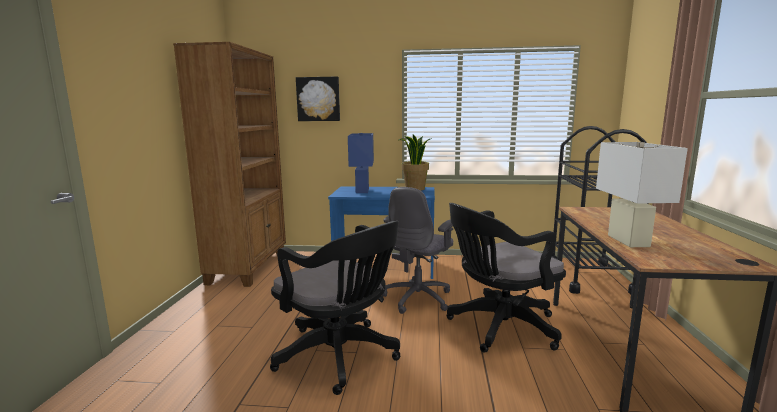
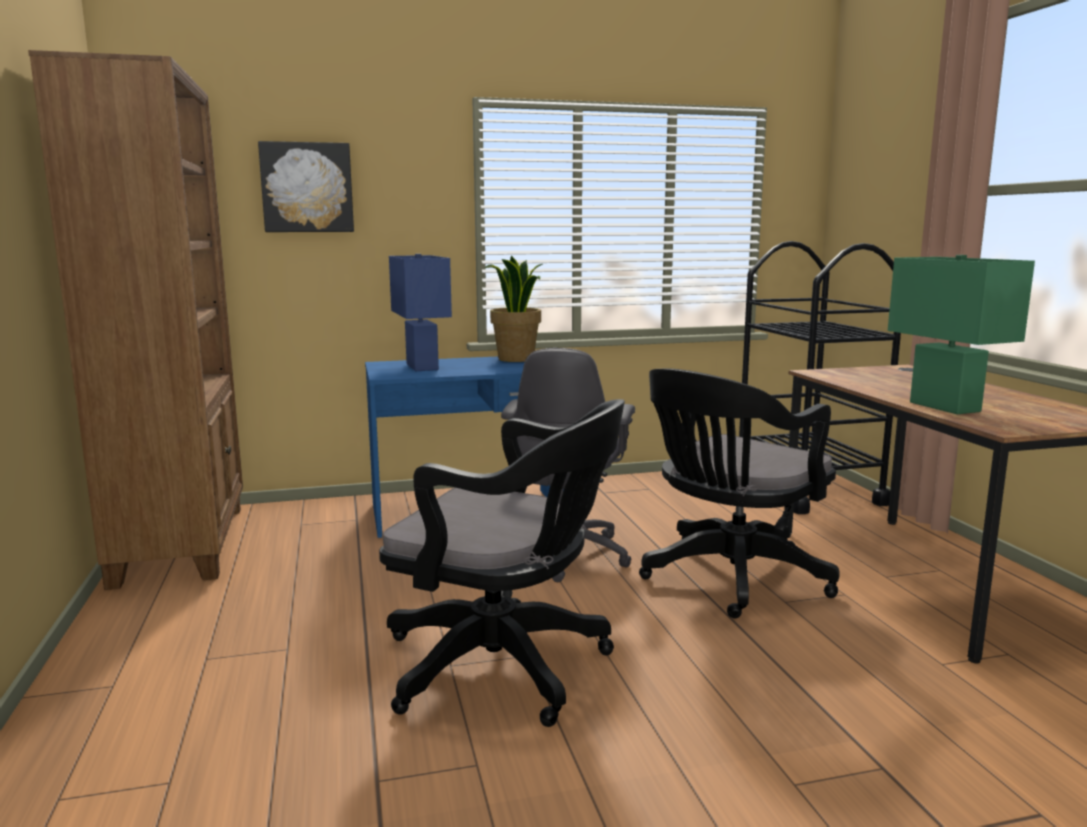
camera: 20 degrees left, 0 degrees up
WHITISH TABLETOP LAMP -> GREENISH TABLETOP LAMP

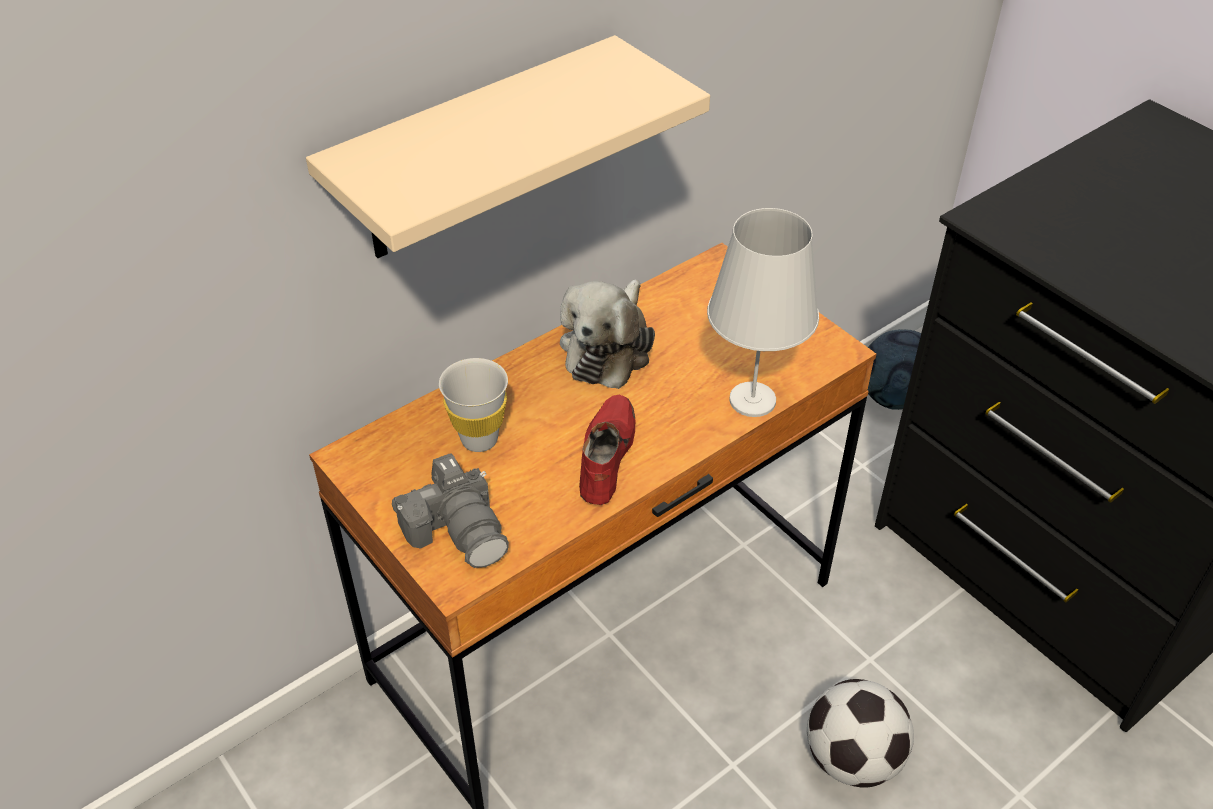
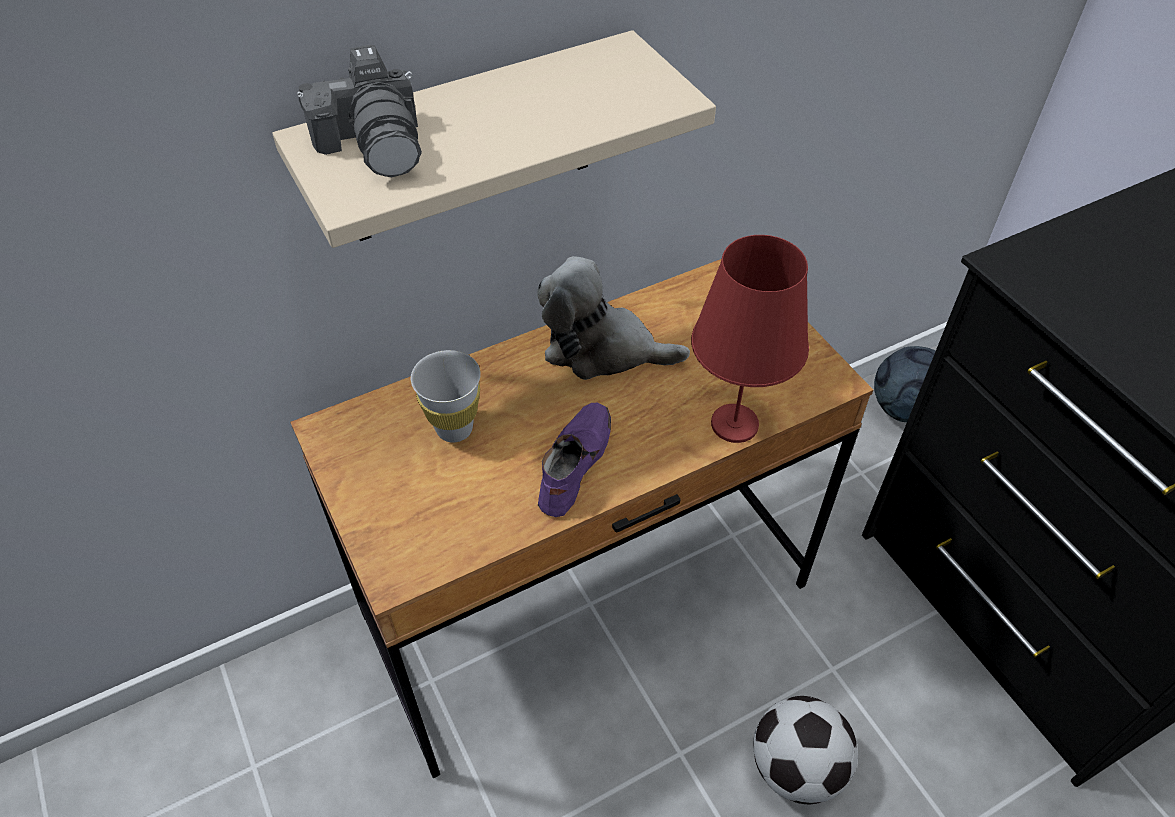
camera: 10 degrees right, 5 degrees up
PHOTO CAMERA, move
SOFT TOY, 75 degrees clockwise
RED-COLOURED LOW SHOE -> PURPLE LOW SHOE
WHITISH TABLETOP LAMP -> RED-COLOURED TABLETOP LAMP

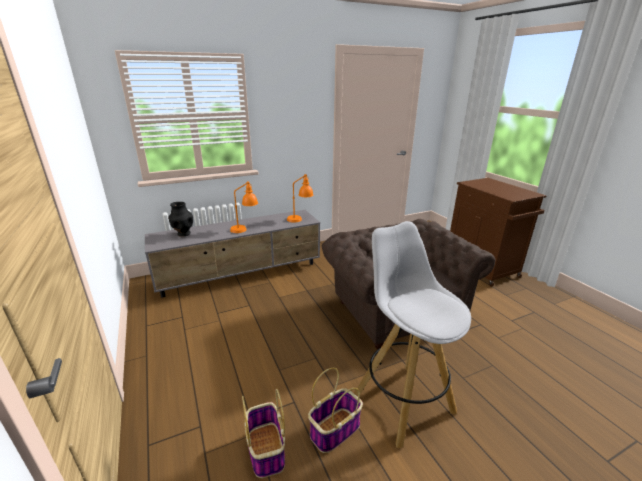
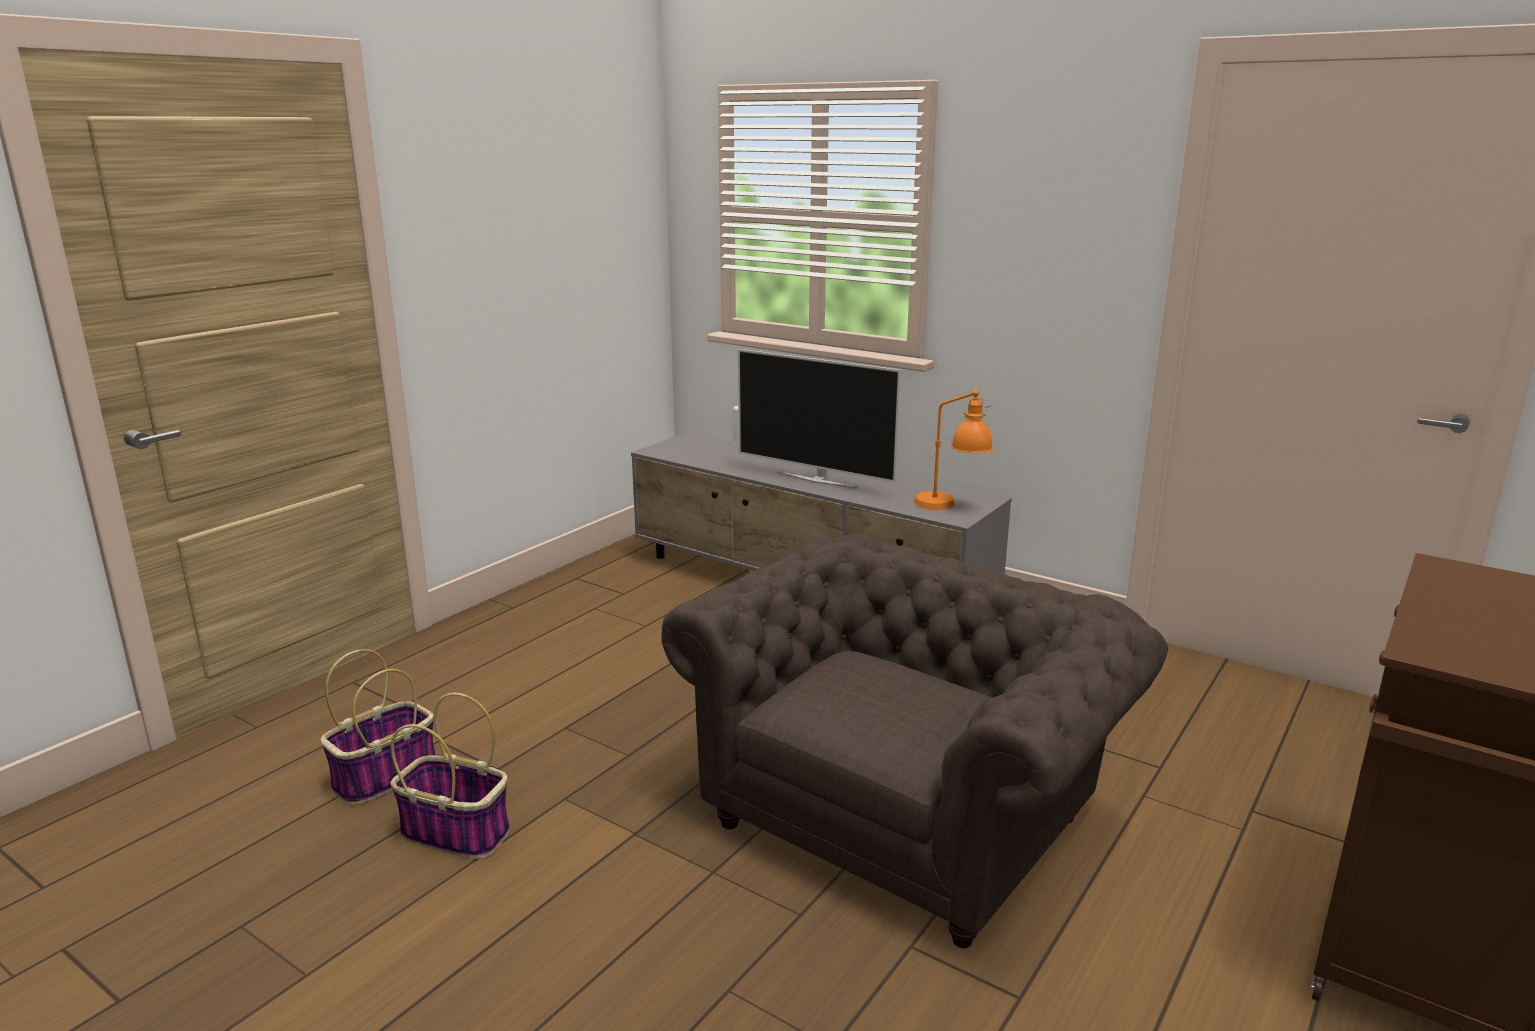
camera: 60 degrees right, 5 degrees down
ORANGE TABLETOP LAMP (1st from left) -> TV SET
BLACK-COLOURED DECORATIVE VASE -> none
WHITISH STOOL SEAT -> none

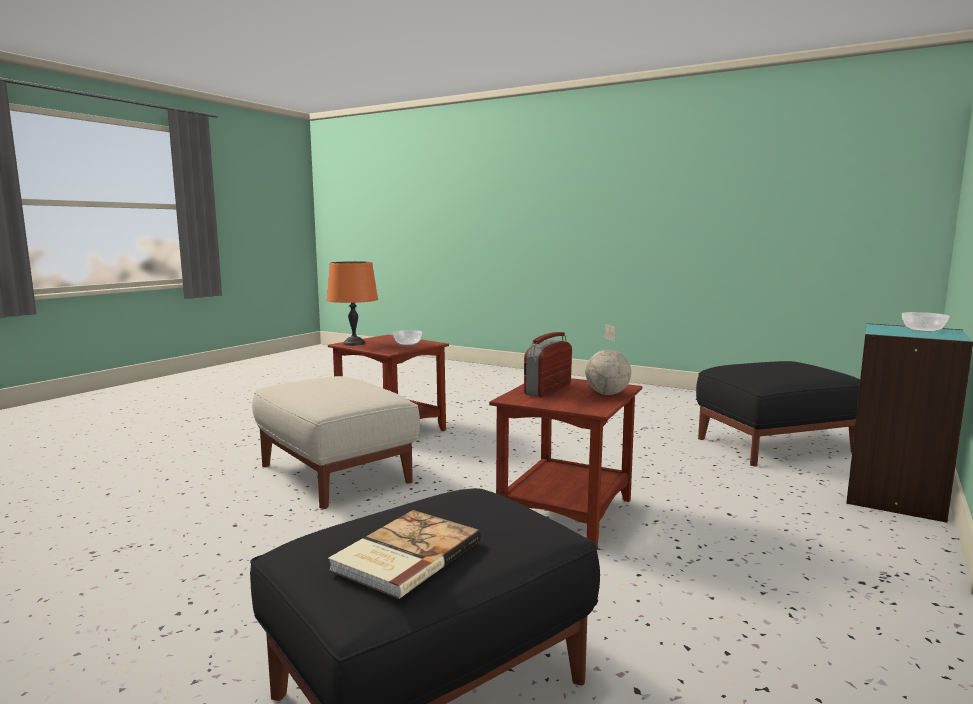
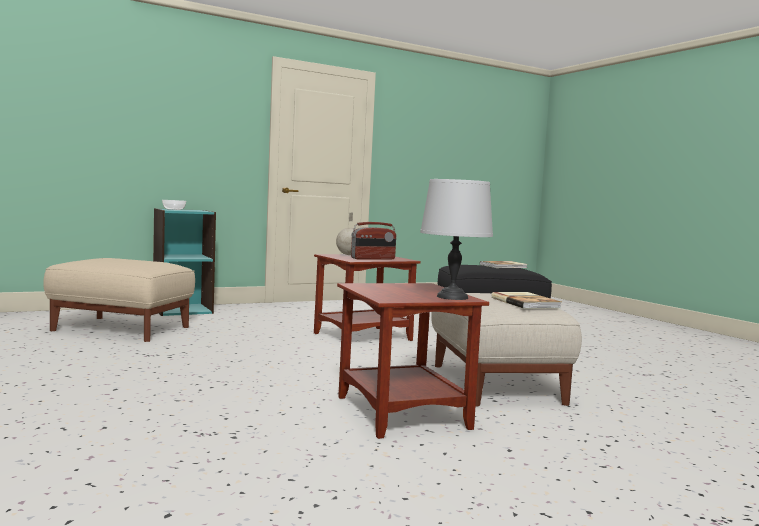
camera: 150 degrees left, 5 degrees down
BLACK-COLOURED POUFFE (2nd from left) -> BEIGE-COLOURED POUFFE (1st from left)
ORANGE TABLETOP LAMP -> GRAY TABLETOP LAMP
none -> BOUND BOOK (2nd from left)
SERVING BOWL (1st from left) -> none

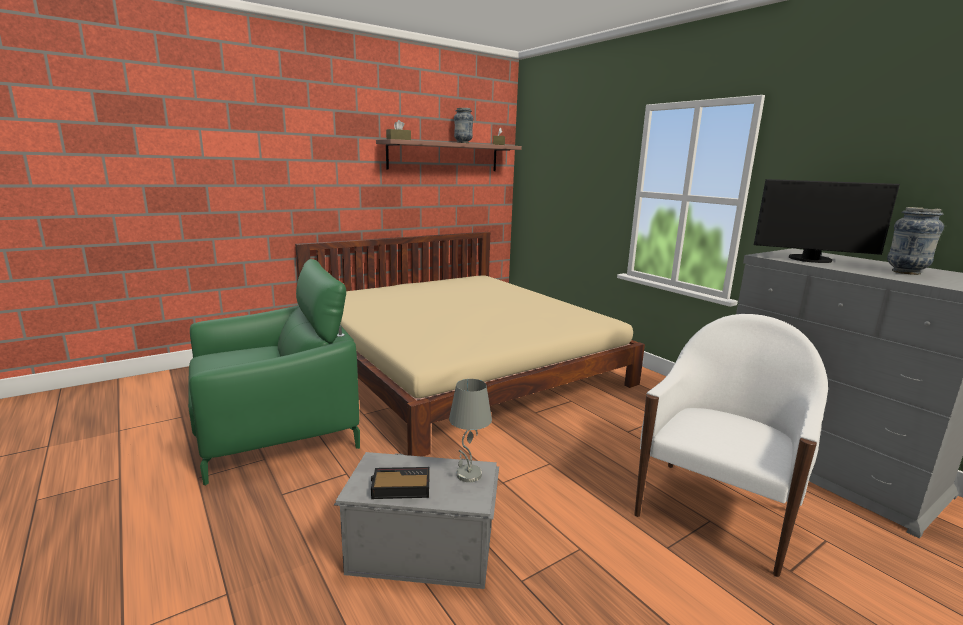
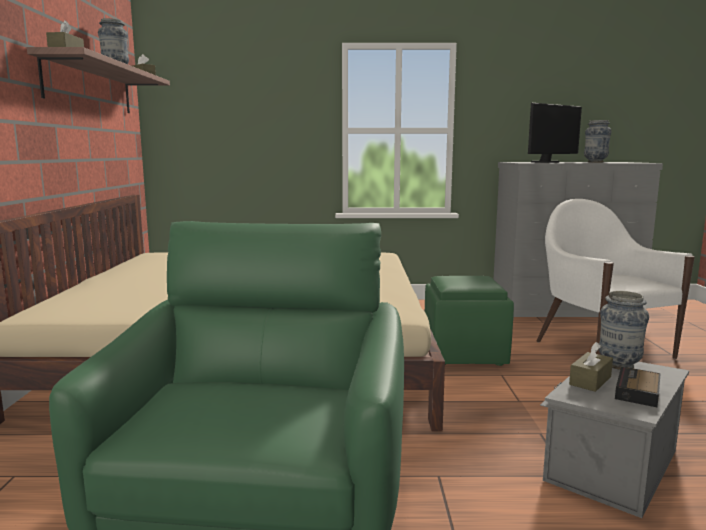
camera: 55 degrees left, 5 degrees down
none -> GREENISH POUFFE
none -> BROWN TISSUE BOX (3rd from left)
GRAY TABLETOP LAMP -> DECORATIVE VASE (3rd from left)

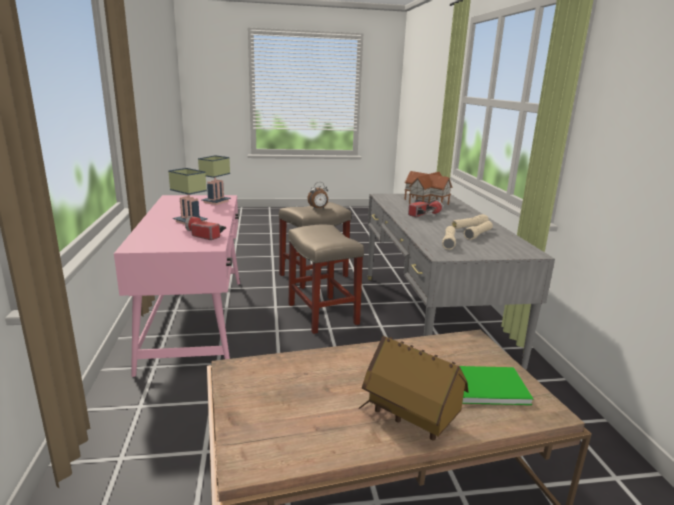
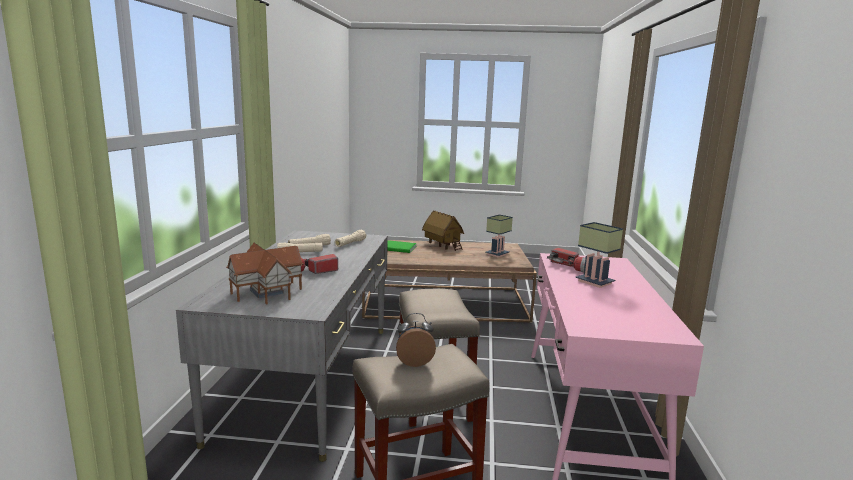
camera: 165 degrees left, 5 degrees down
TABLETOP LAMP (2nd from left in the first image) -> TABLETOP LAMP (1st from left), move

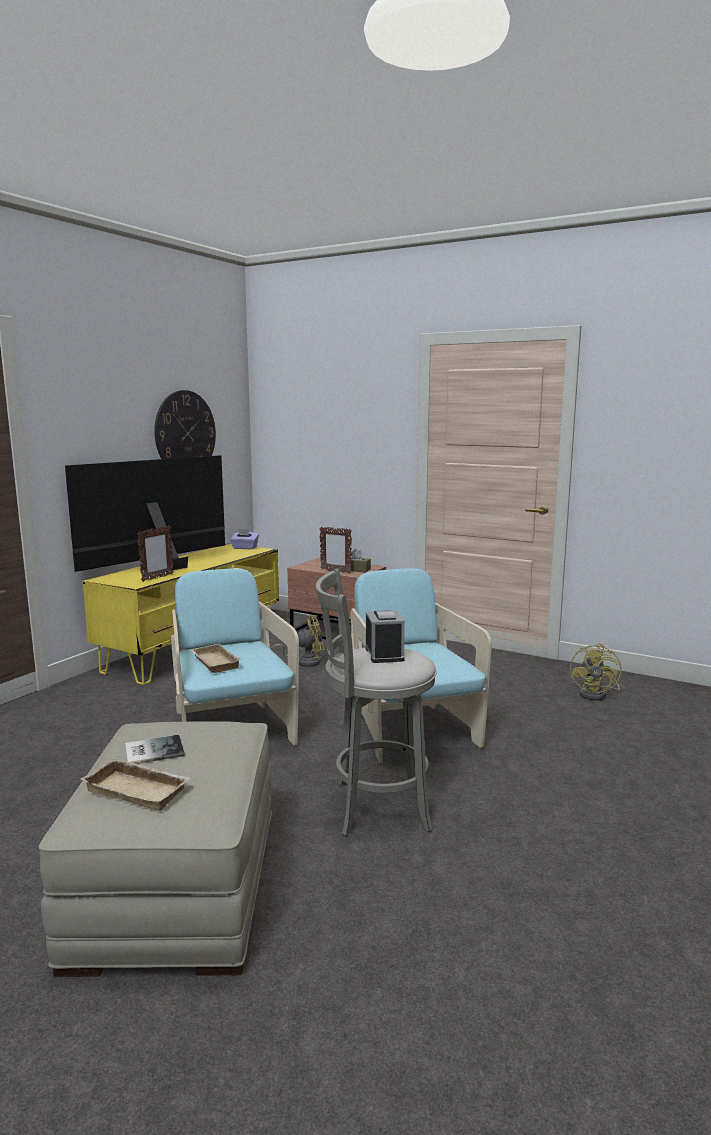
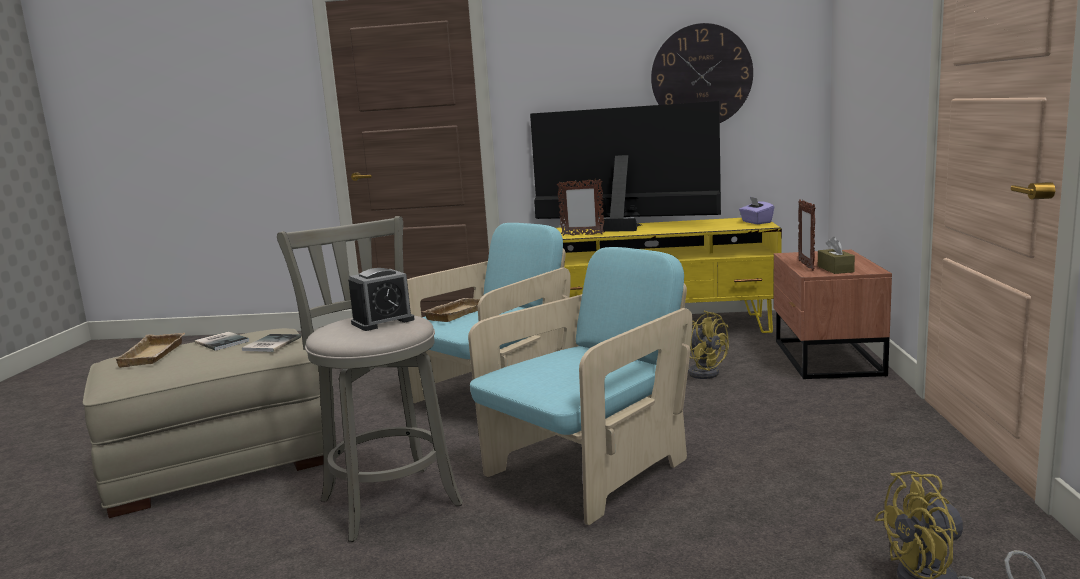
camera: 65 degrees right, 0 degrees up
none -> BOUND BOOK (2nd from left)

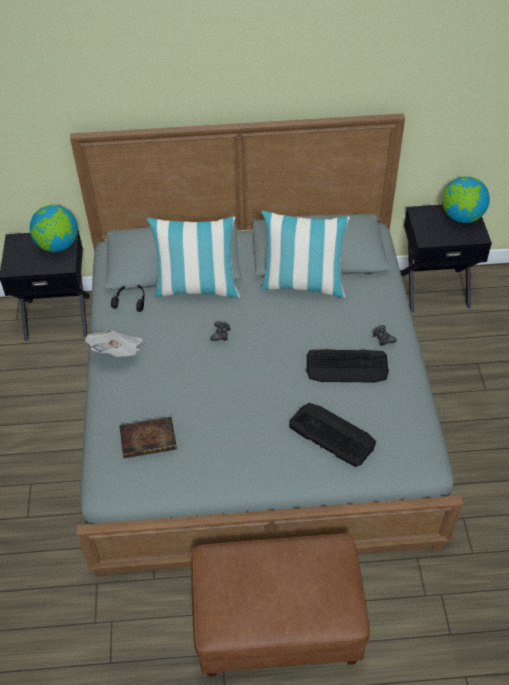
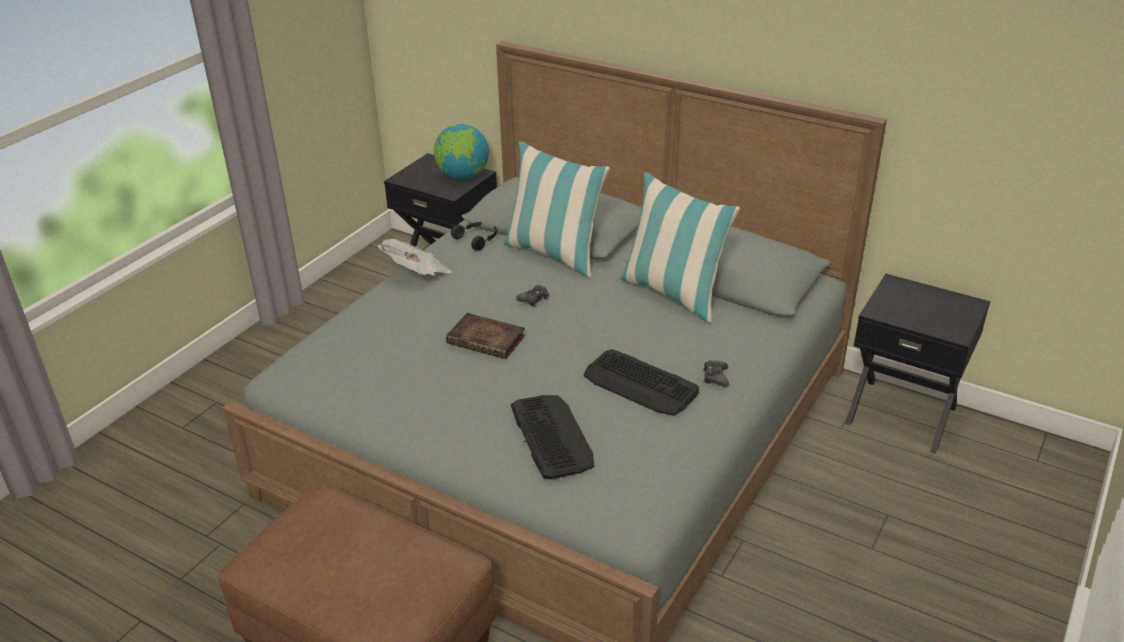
camera: 35 degrees right, 15 degrees down
BOUND BOOK, move
DESK GLOBE (2nd from left) -> none

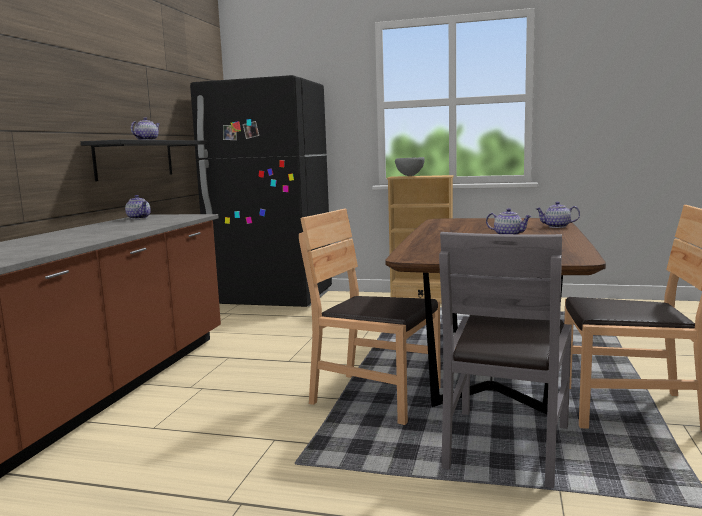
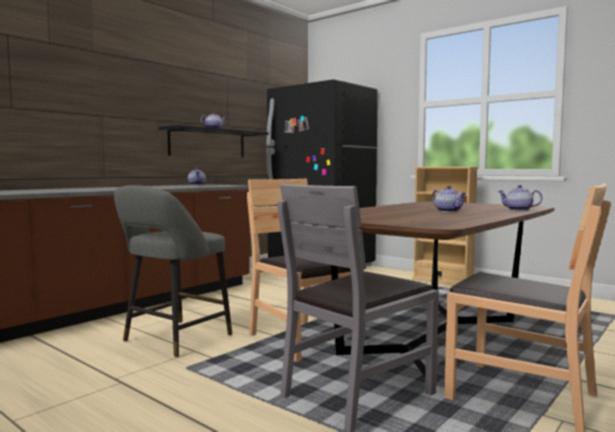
camera: 25 degrees right, 5 degrees down
none -> GRAY STOOL SEAT
GRAY SERVING BOWL -> none

